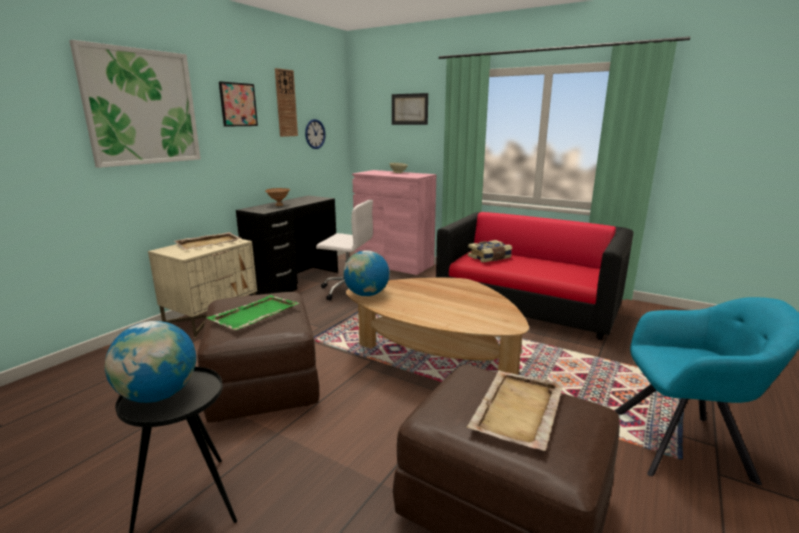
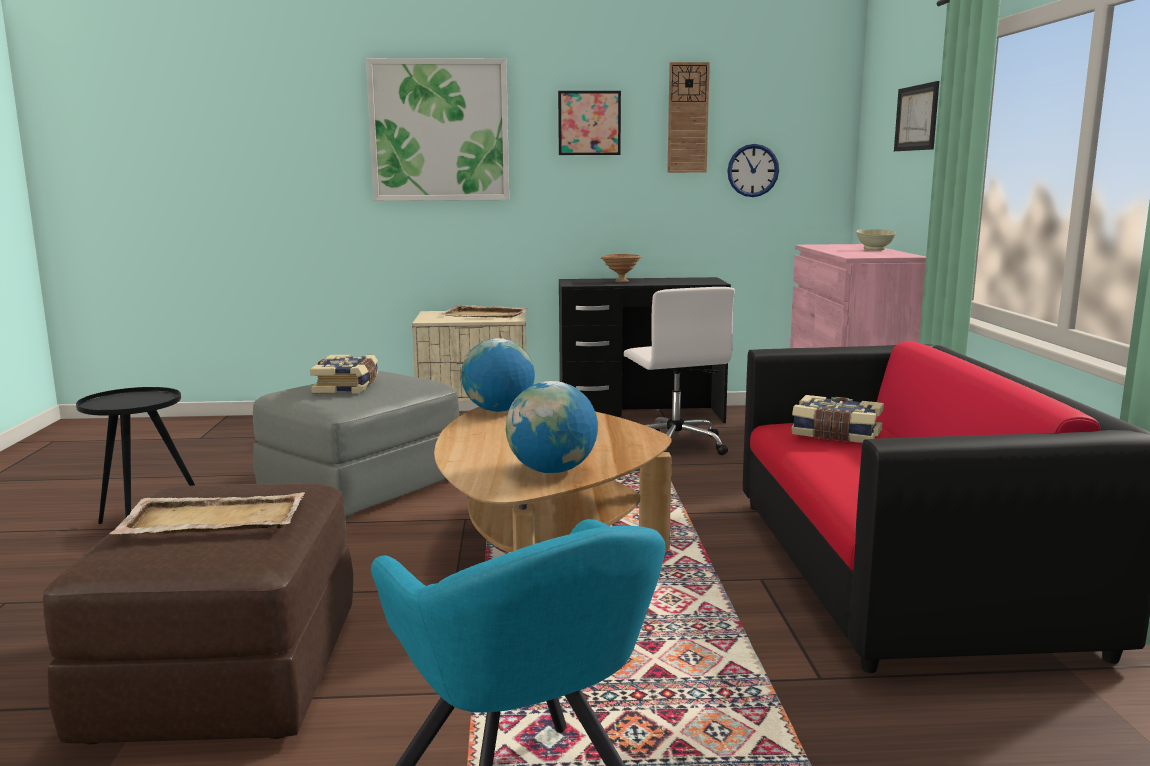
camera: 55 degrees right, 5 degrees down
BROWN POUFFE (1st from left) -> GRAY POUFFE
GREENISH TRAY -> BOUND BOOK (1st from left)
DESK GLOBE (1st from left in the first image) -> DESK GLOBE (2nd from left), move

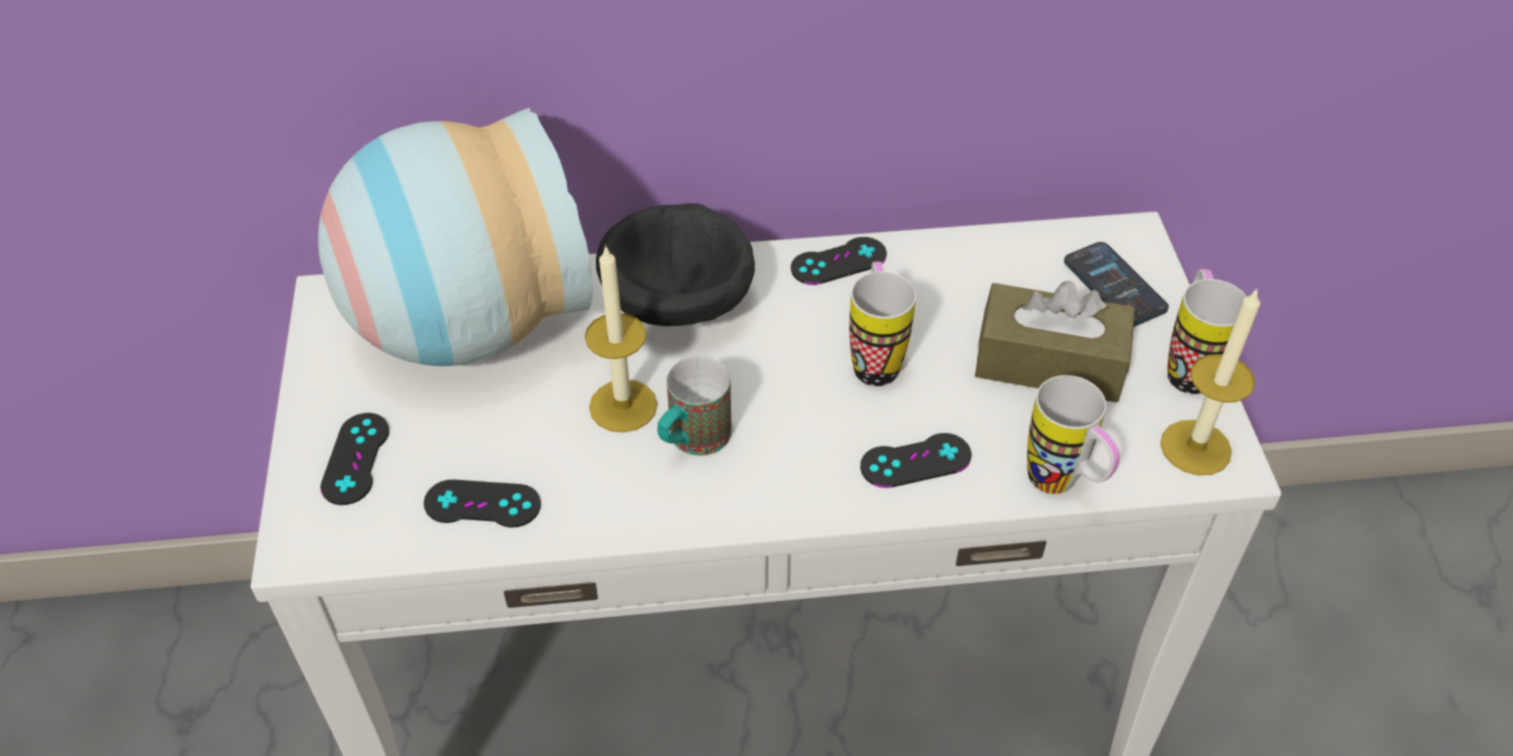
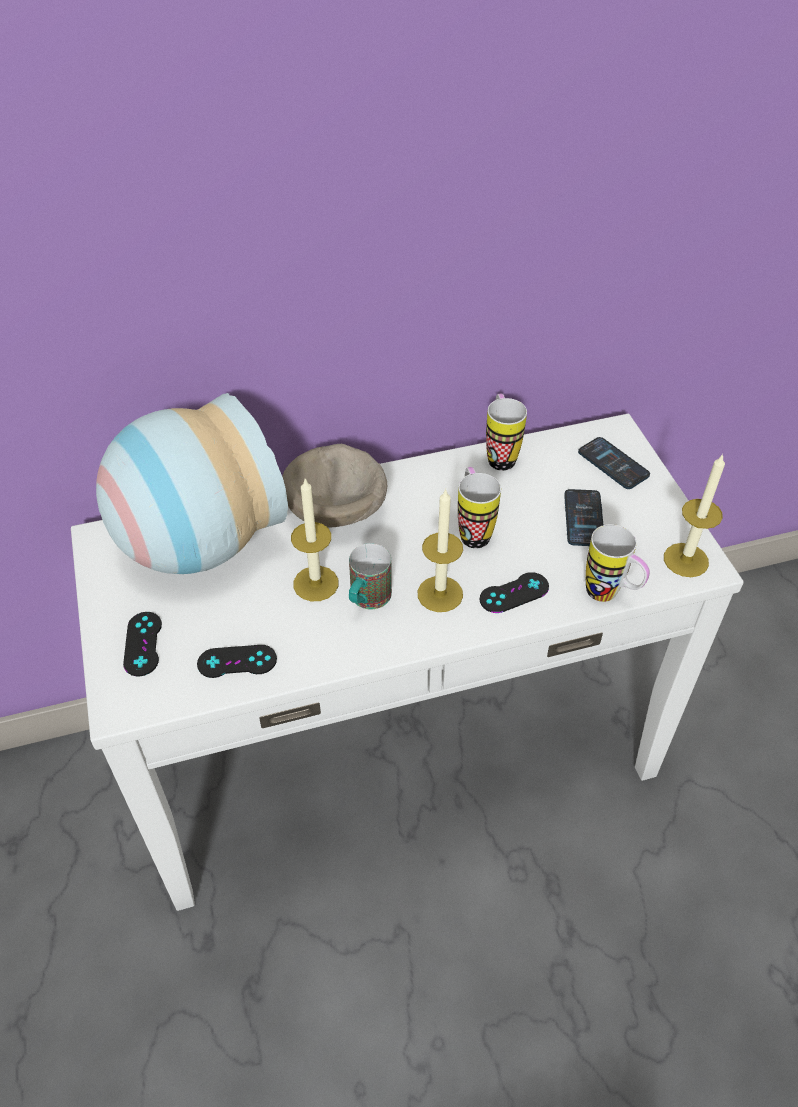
camera: 10 degrees left, 0 degrees up
BLACK-COLOURED SERVING BOWL -> BEIGE-COLOURED SERVING BOWL
none -> WAX LIGHT (2nd from left)
MUG (4th from left in the first image) -> MUG (3rd from left), move
BROWN TISSUE BOX -> PHONE (1st from left)
BLACK-COLOURED GAMEPAD (3rd from left) -> none

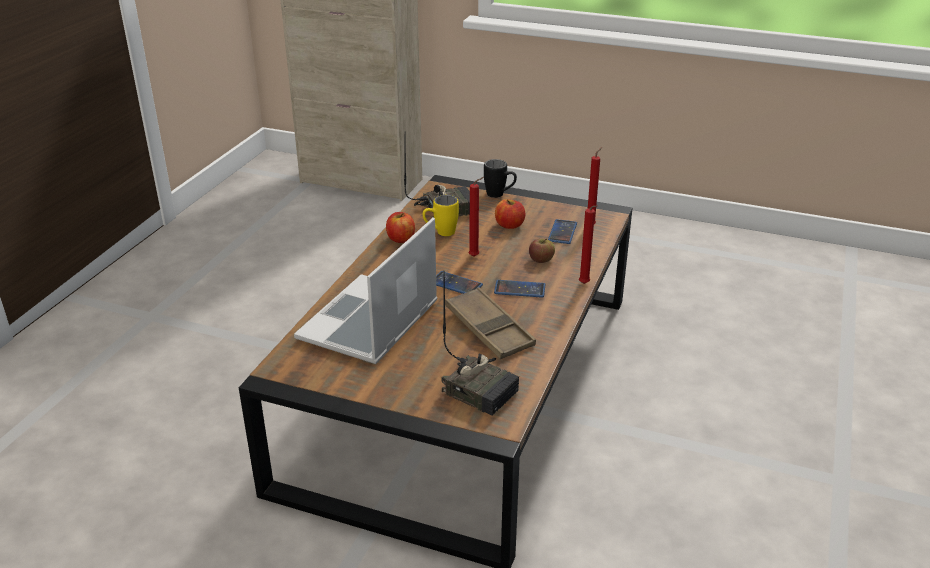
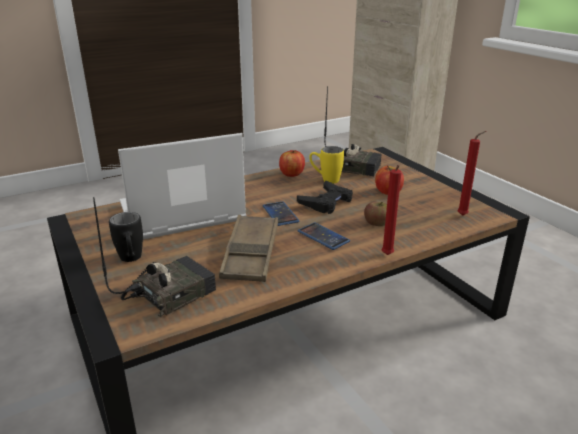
camera: 40 degrees right, 5 degrees down
RADIO (2nd from left in the first image) -> RADIO (1st from left), 120 degrees counterclockwise
BLACK-COLOURED MUG, move
RED-COLOURED WAX LIGHT (1st from left) -> BLACK-COLOURED GAMEPAD
PHONE (3rd from left) -> none

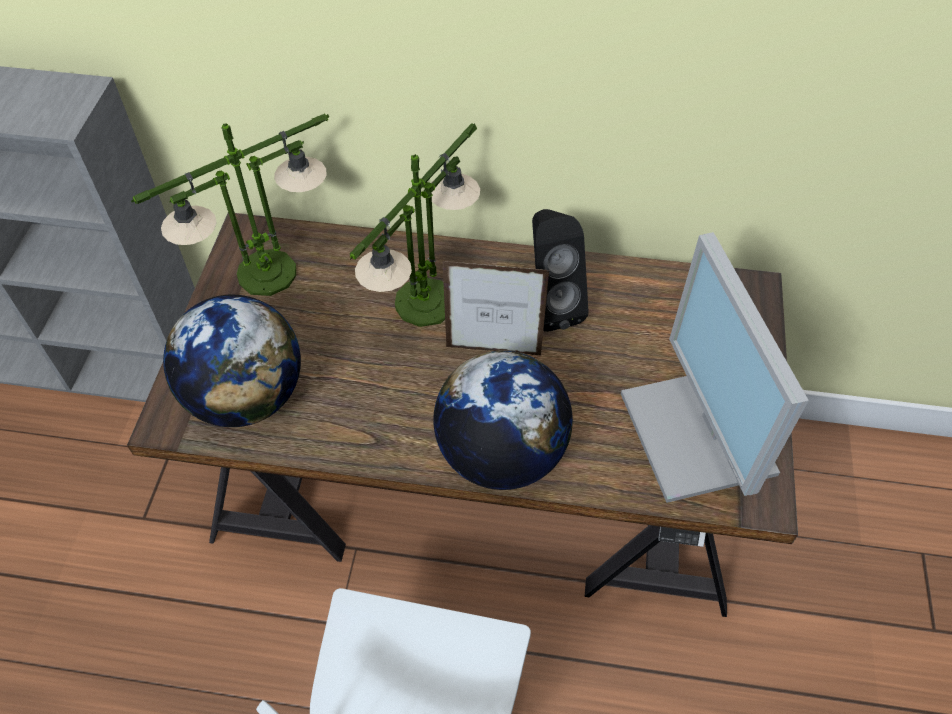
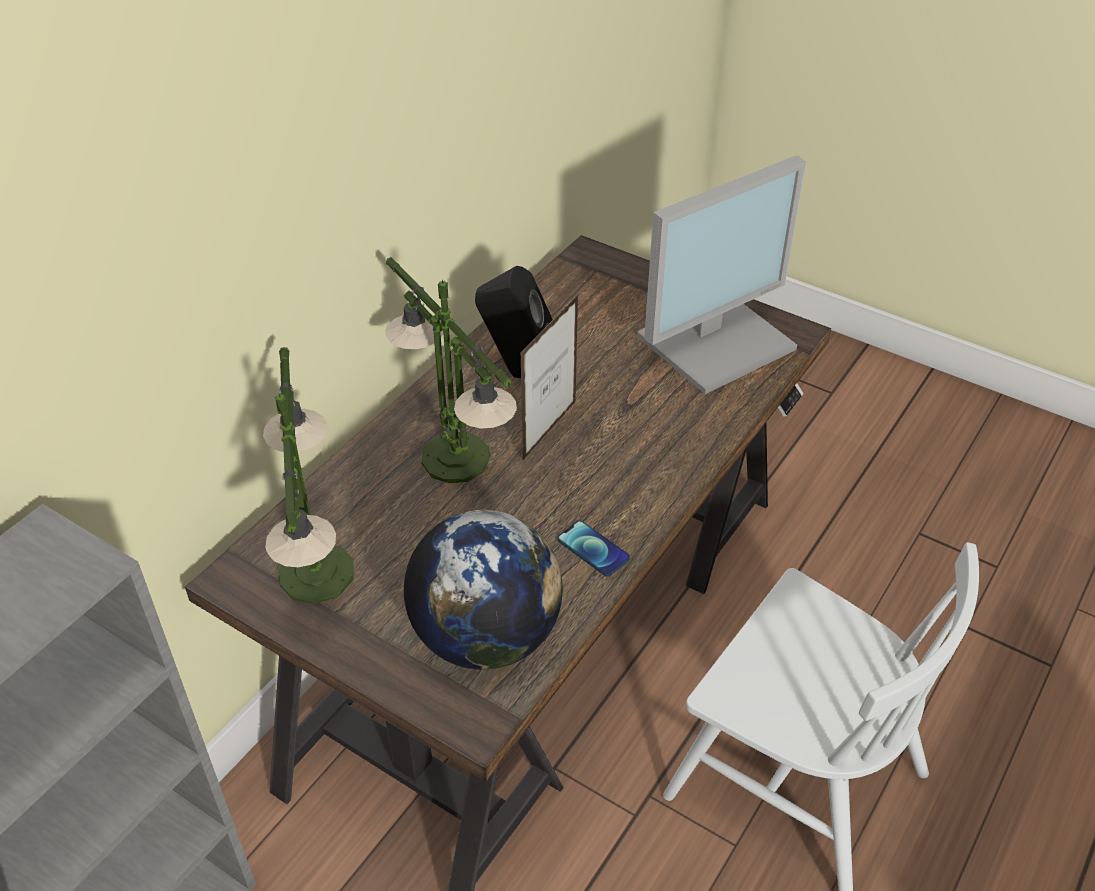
camera: 65 degrees left, 10 degrees down
none -> PHONE
COMPUTER SCREEN, 45 degrees counterclockwise
DESK GLOBE (2nd from left) -> none

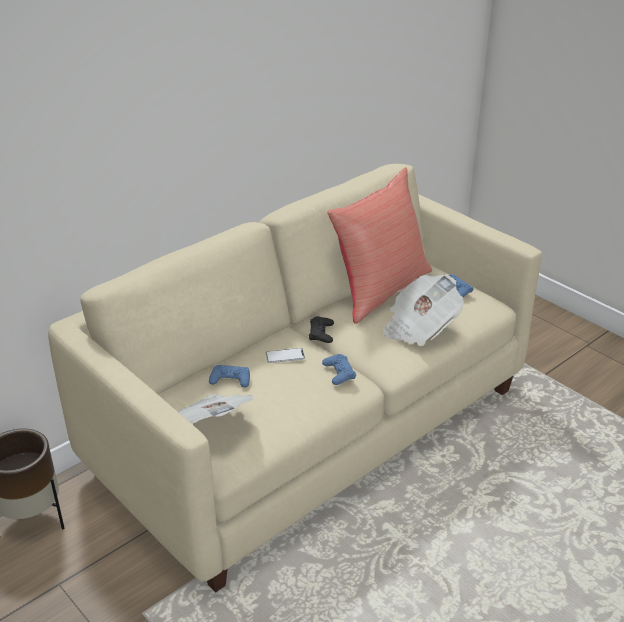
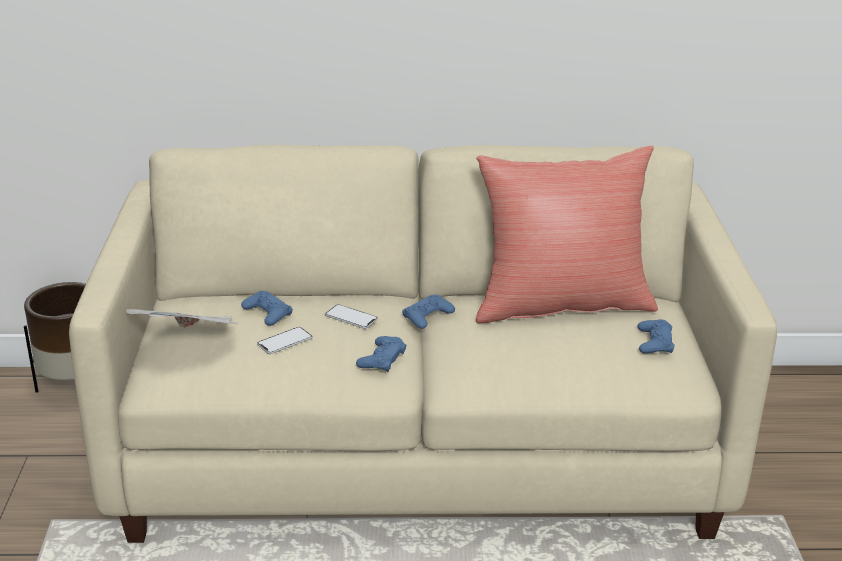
camera: 40 degrees right, 5 degrees down
none -> PHONE (1st from left)
BLACK-COLOURED GAMEPAD -> BLUE GAMEPAD (3rd from left)
PRINTED PAPER (2nd from left) -> none

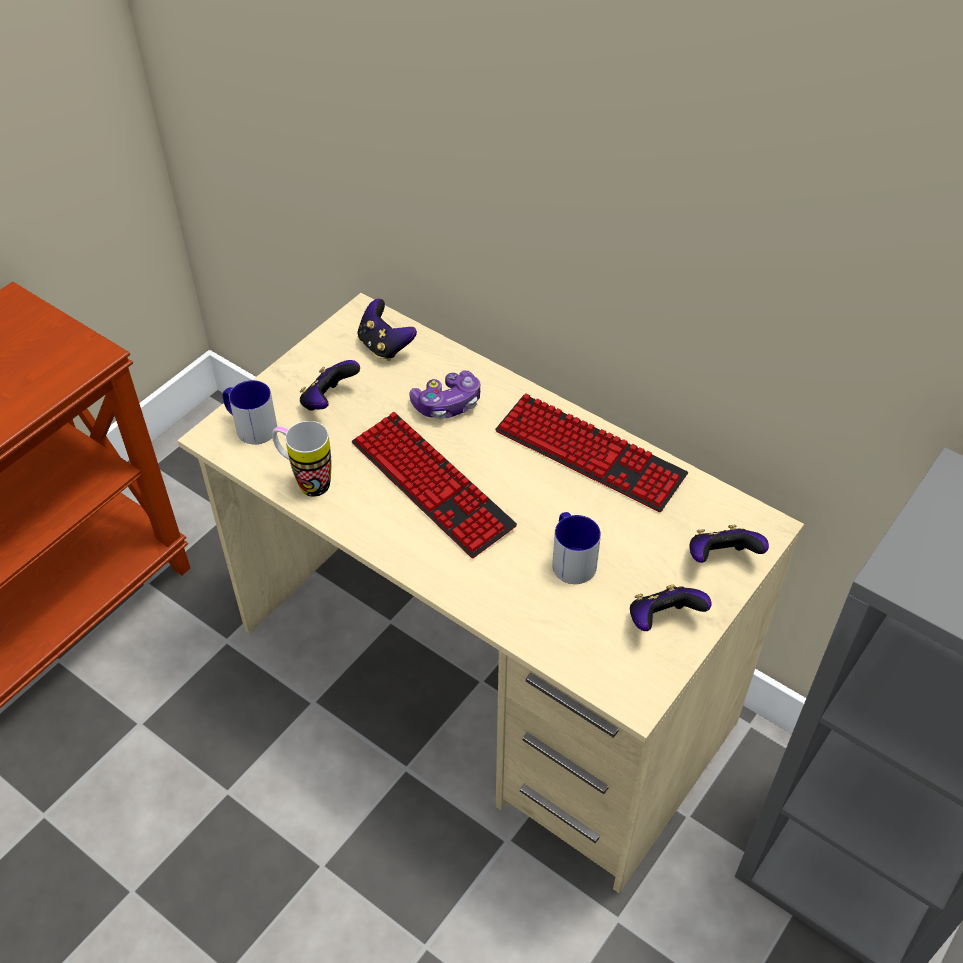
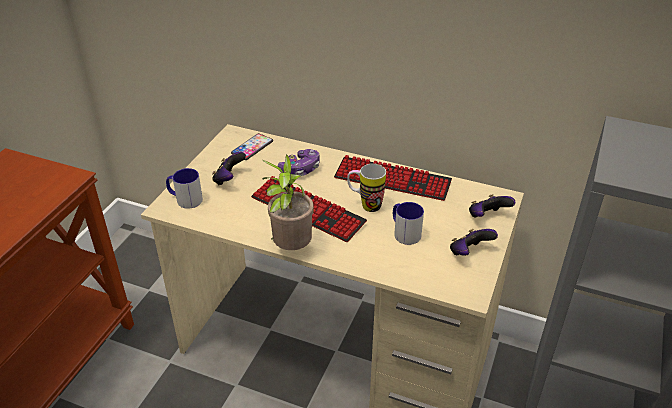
camera: 15 degrees left, 10 degrees down
GAMEPAD (2nd from left) -> PHONE
none -> HOUSEPLANT
MUG (2nd from left), move

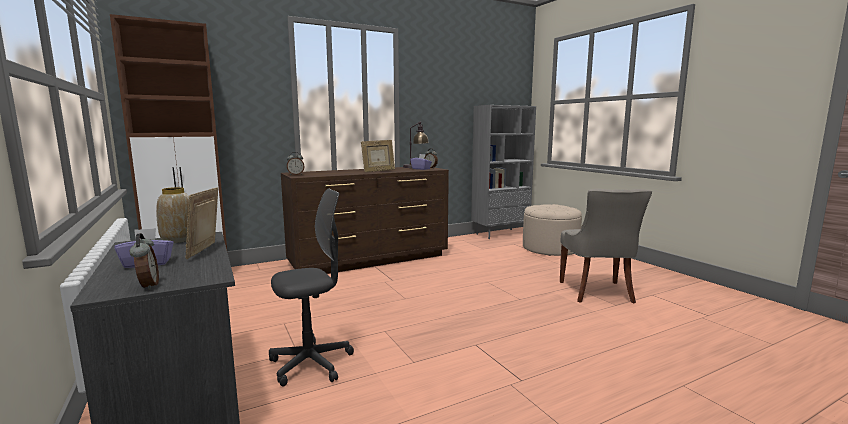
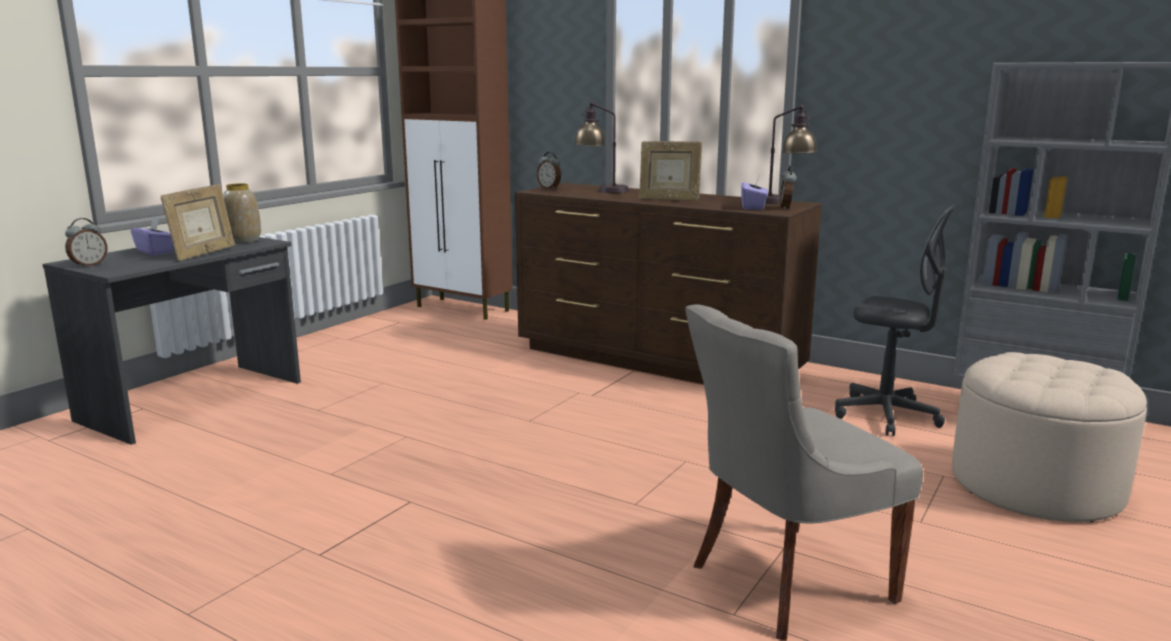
camera: 60 degrees right, 5 degrees up
PICTURE FRAME (1st from left), 150 degrees clockwise
none -> TABLETOP LAMP (1st from left)
GRAY OFFICE CHAIR, move

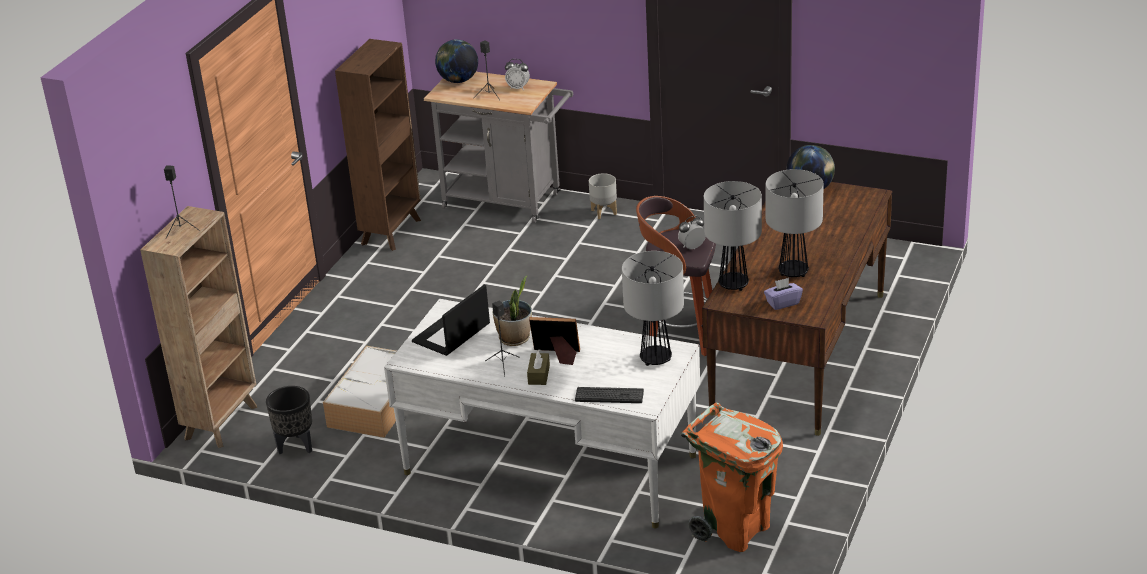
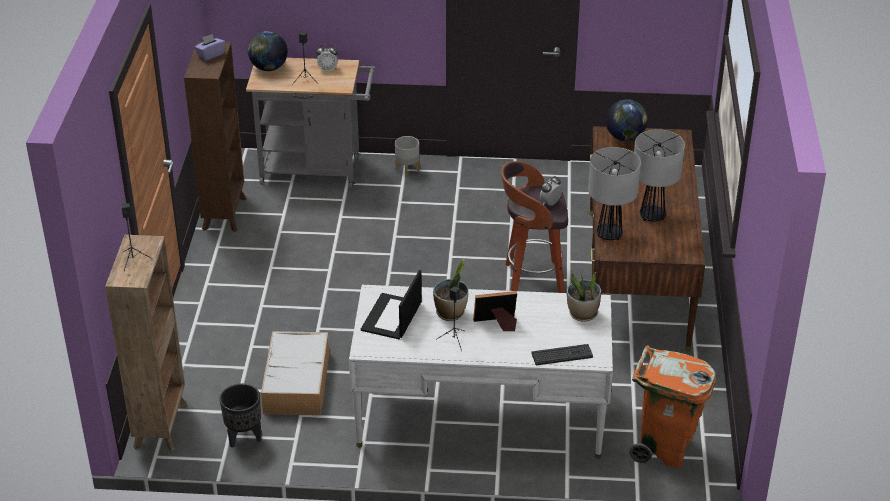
camera: 20 degrees left, 5 degrees up
PURPLE TISSUE BOX, move
TABLETOP LAMP (1st from left) -> HOUSEPLANT (2nd from left)
BROWN TISSUE BOX -> none

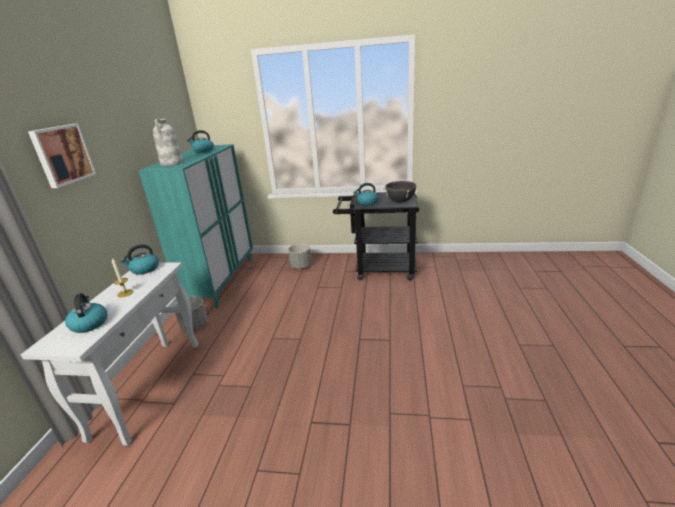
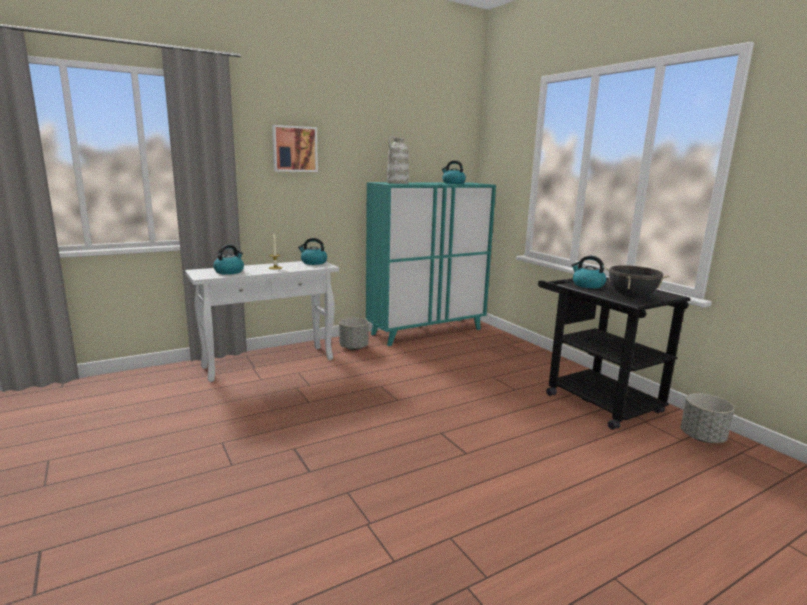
camera: 50 degrees right, 10 degrees down
GRAY PLANTER (2nd from left), move

